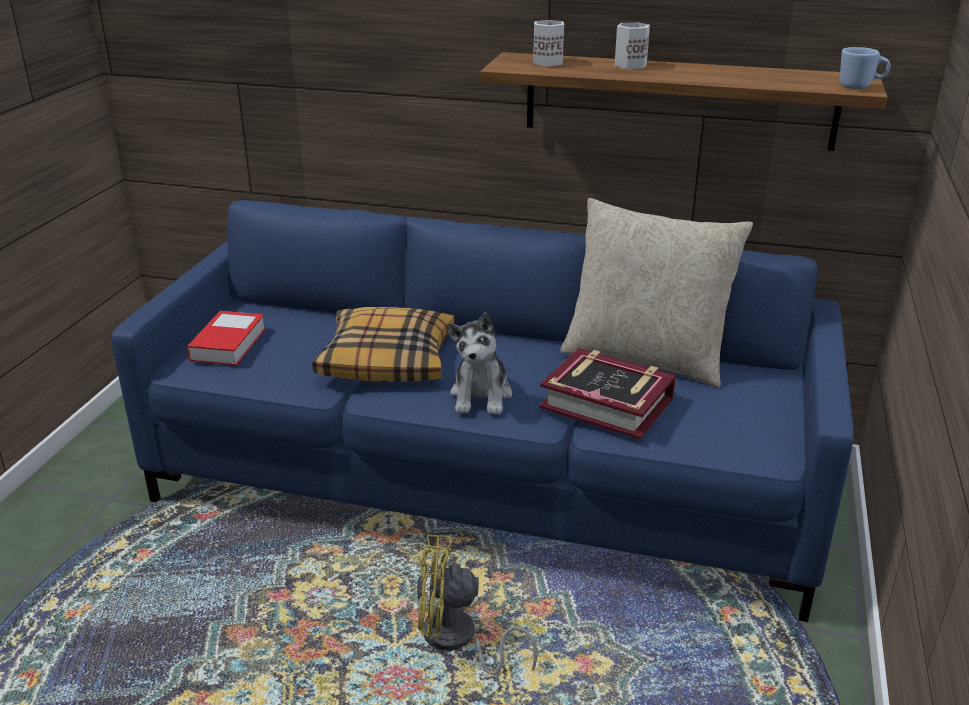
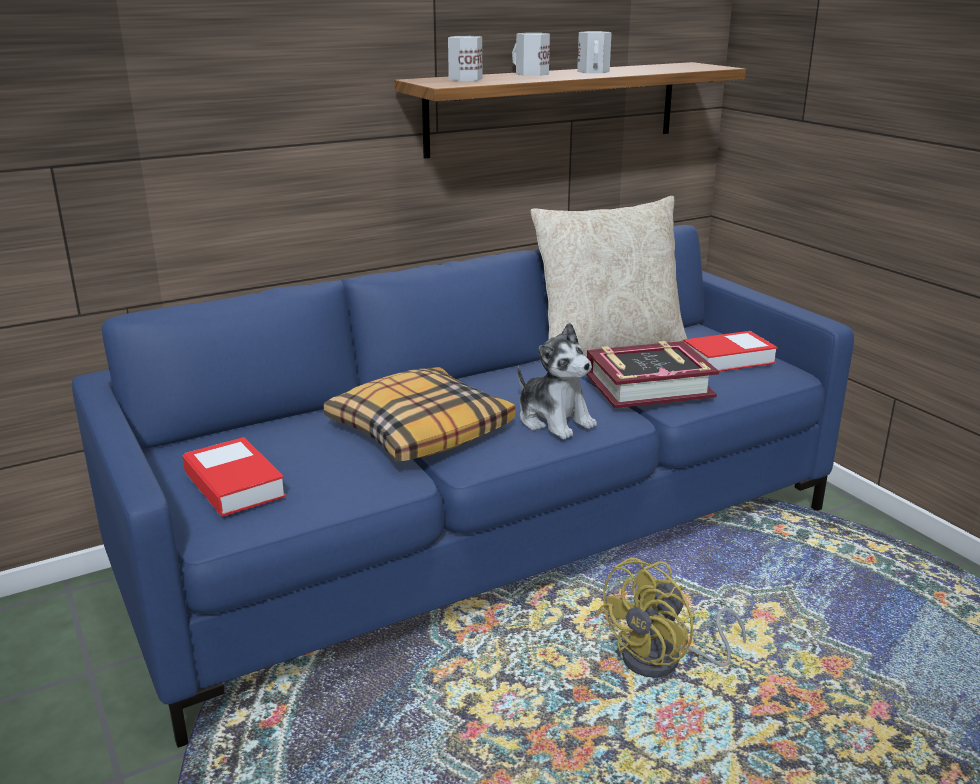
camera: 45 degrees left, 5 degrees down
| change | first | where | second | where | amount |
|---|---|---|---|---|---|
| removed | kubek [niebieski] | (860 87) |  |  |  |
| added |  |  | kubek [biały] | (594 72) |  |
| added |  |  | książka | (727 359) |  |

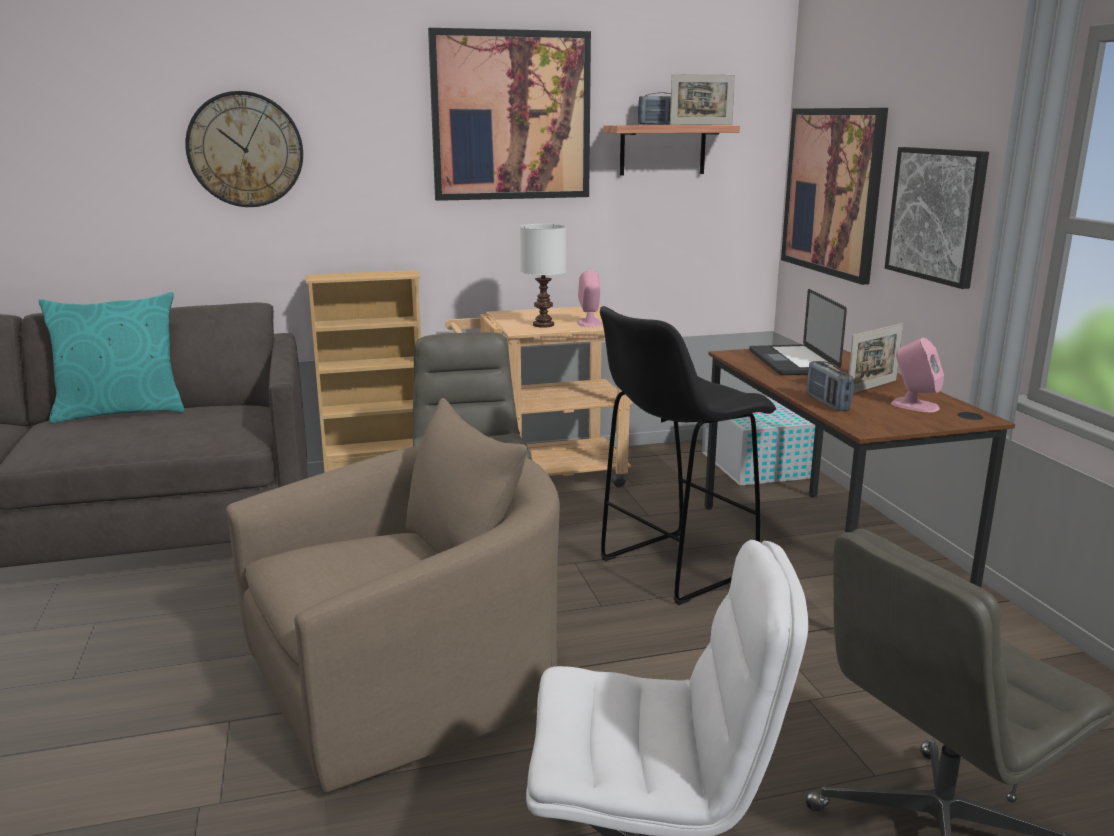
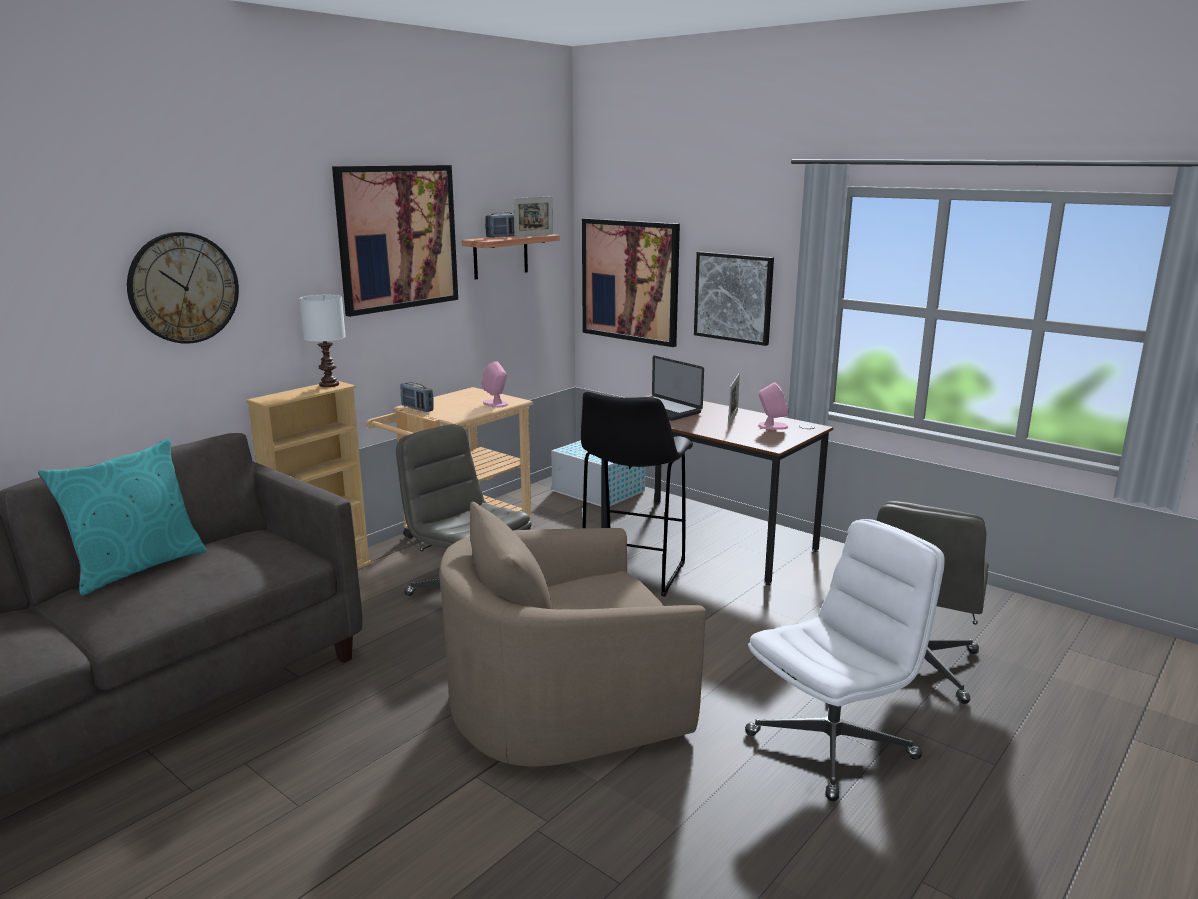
camera: 35 degrees left, 0 degrees up
| change | first | where | second | where | amount |
|---|---|---|---|---|---|
| moved | lampa stołowa [biały] | (544 325) |  | (330 385) |  |
| moved | radio | (827 403) |  | (417 408) |  |
| turned | fotel [beżowy] | (409 682) |  | (564 703) | 135 degrees counterclockwise |

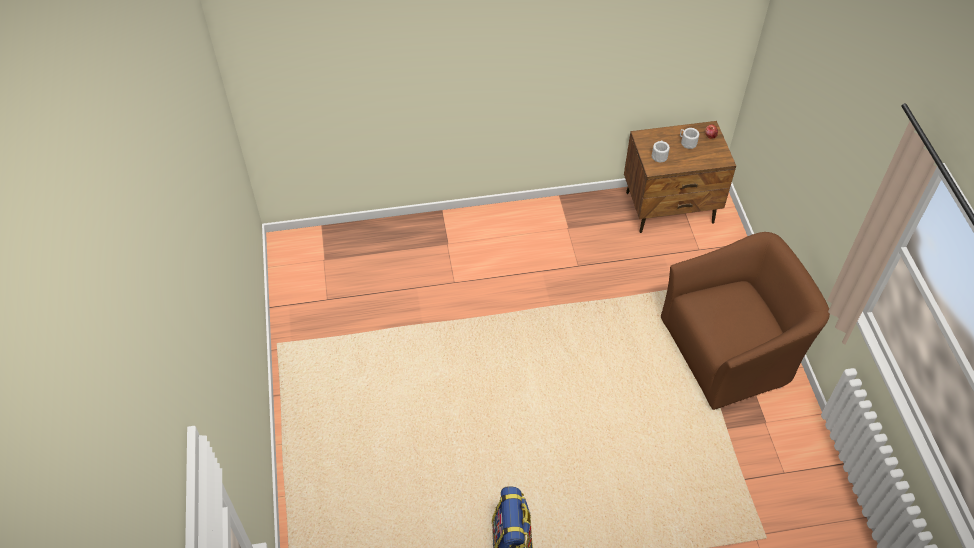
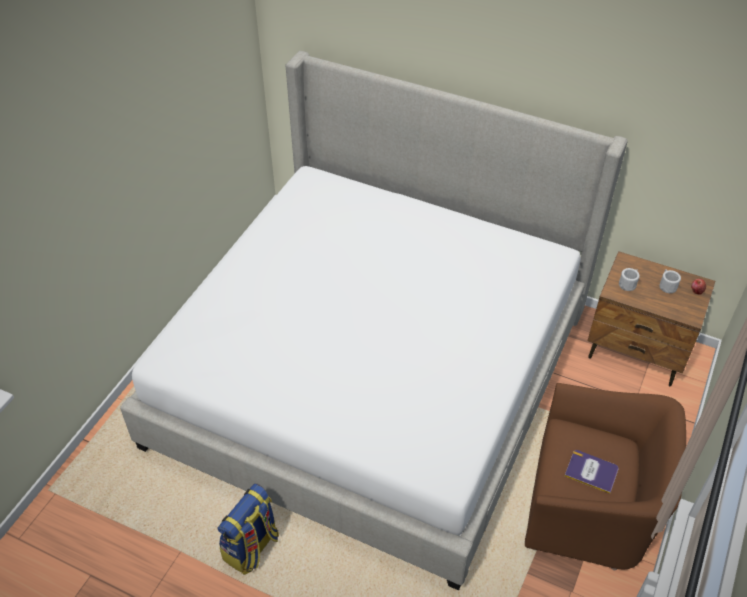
camera: 35 degrees right, 5 degrees down
| change | first | where | second | where | amount |
|---|---|---|---|---|---|
| added |  |  | łóżko | (373 374) |  |
| added |  |  | książka | (591 471) |  |

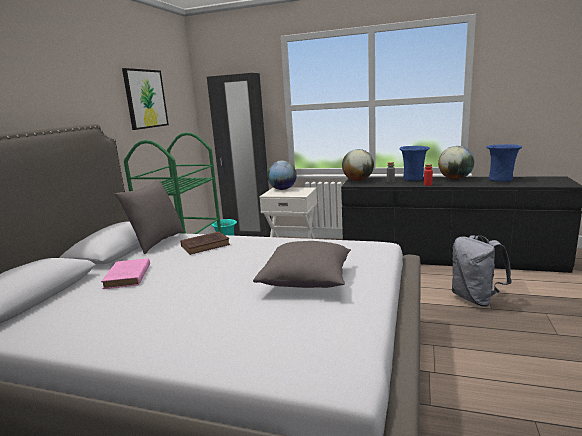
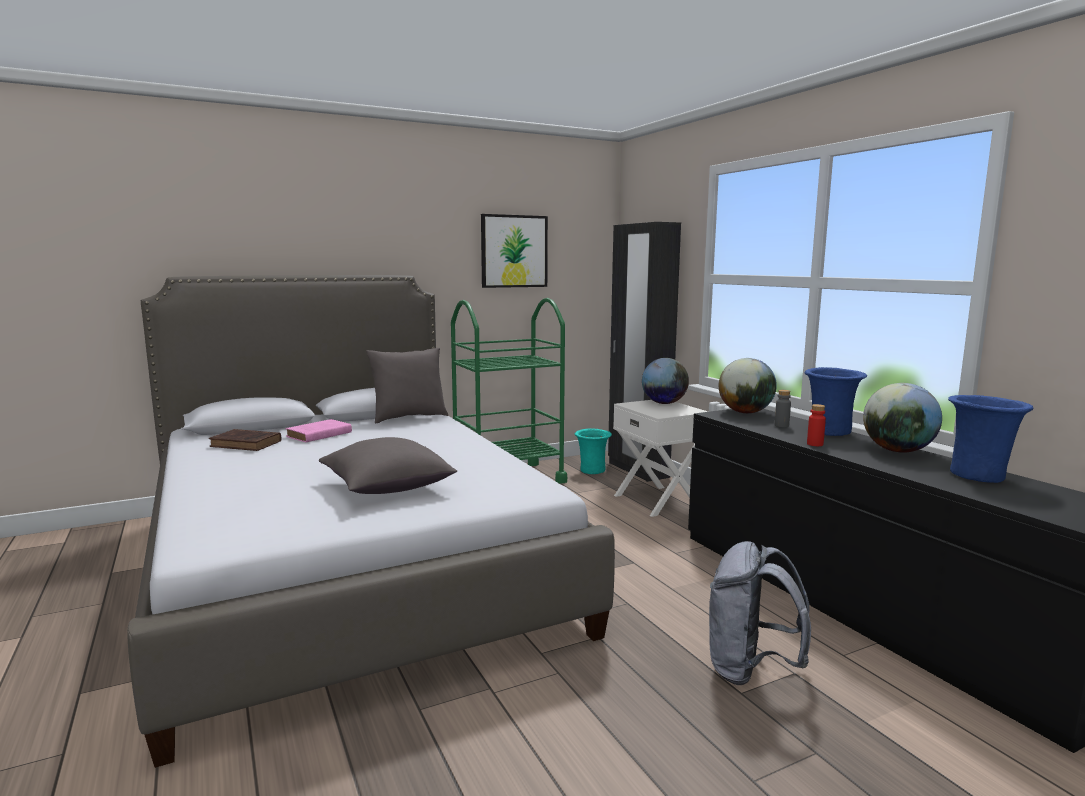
camera: 45 degrees right, 5 degrees down
| change | first | where | second | where | amount |
|---|---|---|---|---|---|
| moved | książka [brązowy] | (206 245) |  | (247 444) |  |

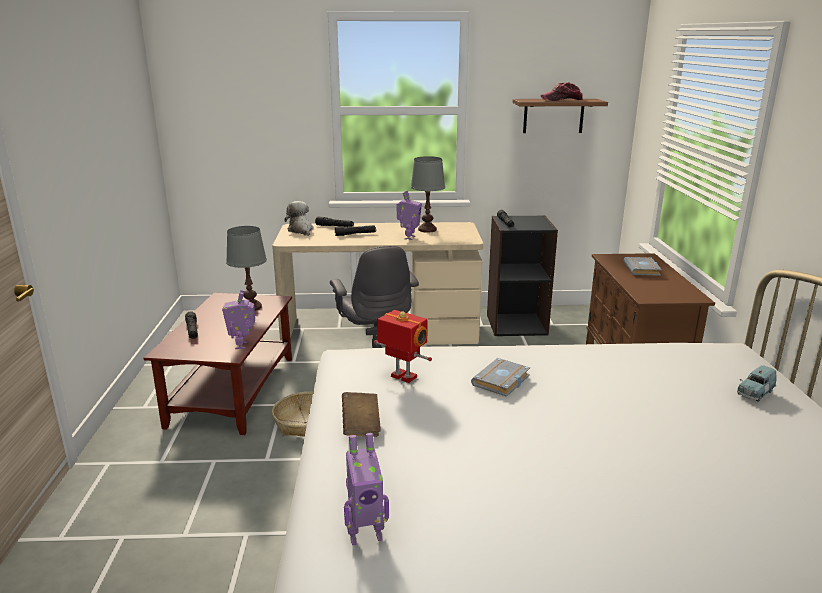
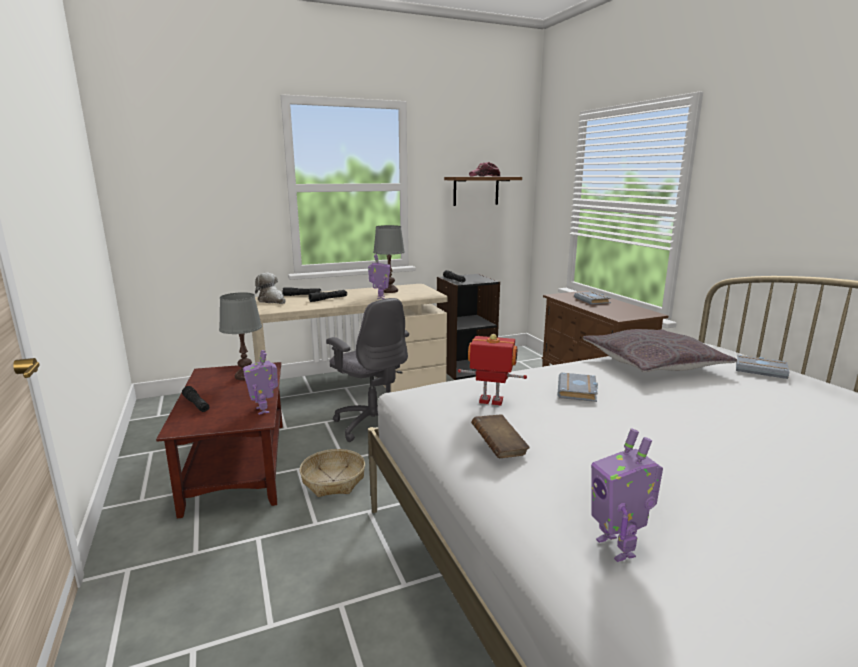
camera: 20 degrees left, 5 degrees down
| change | first | where | second | where | amount |
|---|---|---|---|---|---|
| added |  |  | poduszka [szary] | (652 363) |  |
| replaced | samochodzik [niebieski] | (754 393) | książka [szary] | (761 370) |  |
| turned | robot zabawkowy | (365 534) |  | (617 547) | 105 degrees clockwise |

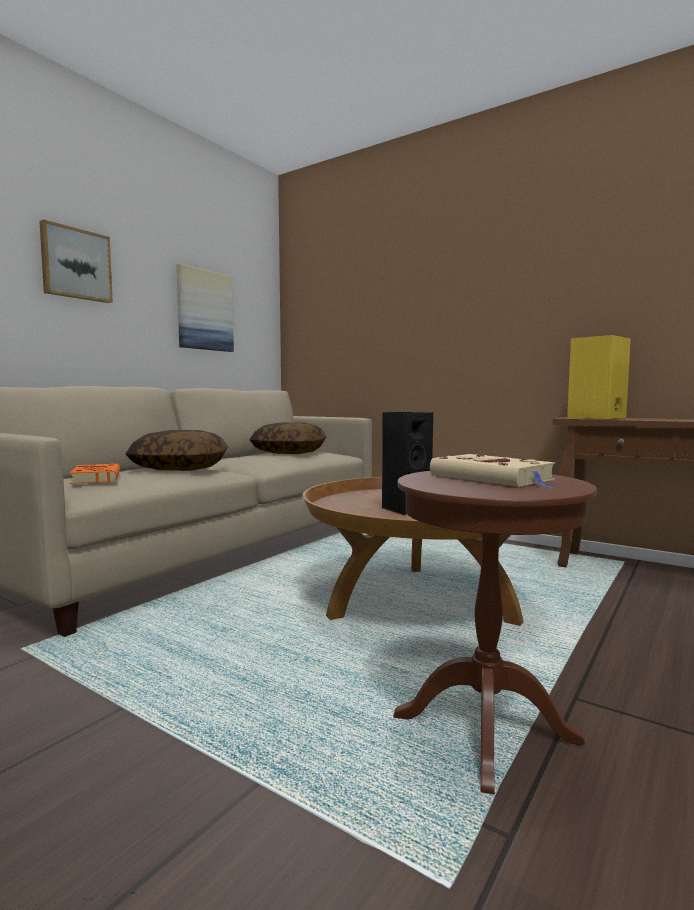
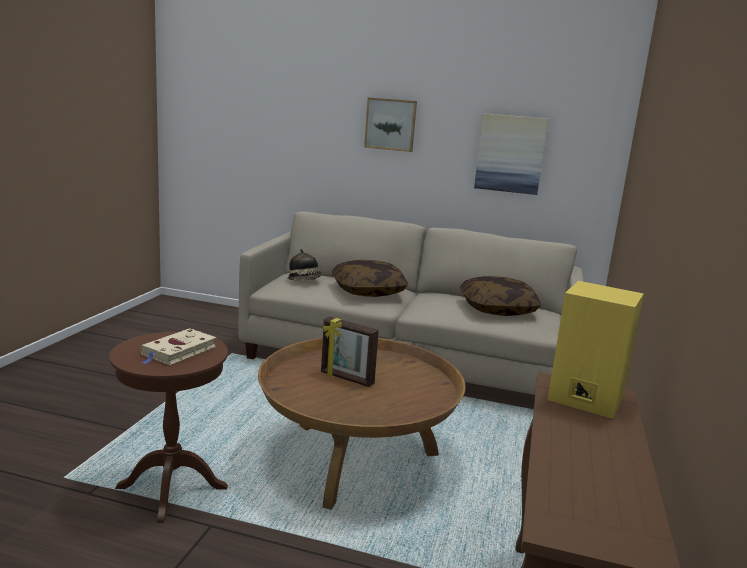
camera: 70 degrees right, 10 degrees up
| change | first | where | second | where | amount |
|---|---|---|---|---|---|
| replaced | książka [pomarańczowy] | (96 478) | kapelusz | (305 280) |  |
| replaced | głośnik [czarny] | (404 509) | ramka na zdjęcie | (346 379) |  |

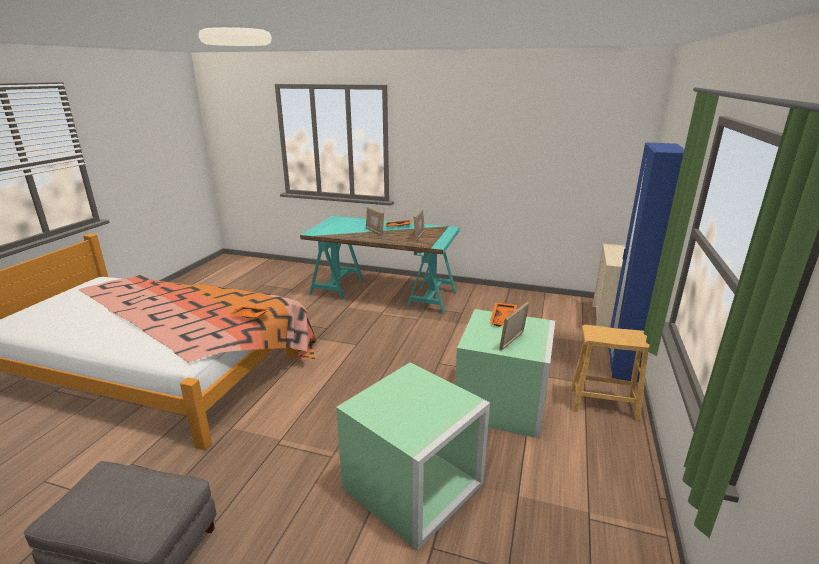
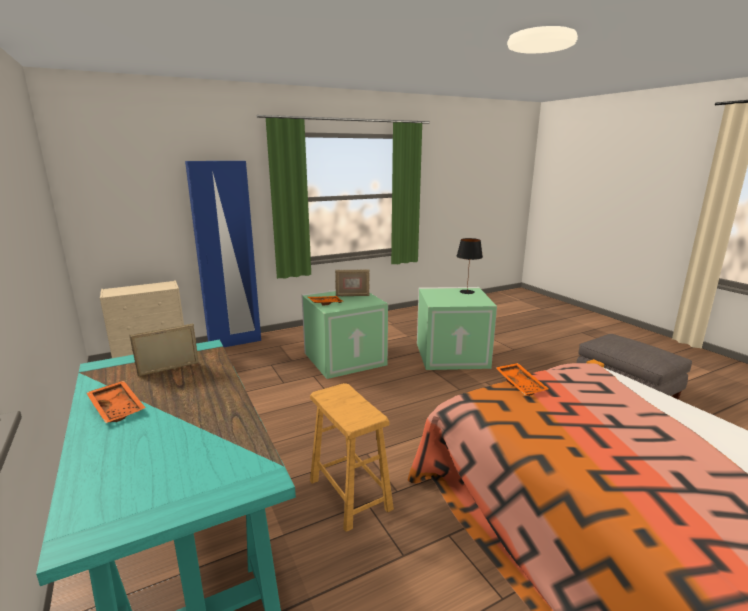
camera: 135 degrees left, 5 degrees down
| change | first | where | second | where | amount |
|---|---|---|---|---|---|
| removed | ramka na zdjęcie | (374 232) |  |  |  |
| added |  |  | lampa stołowa [czarny] | (467 292) |  |
| moved | stołek [brązowy] | (603 403) |  | (350 494) |  |

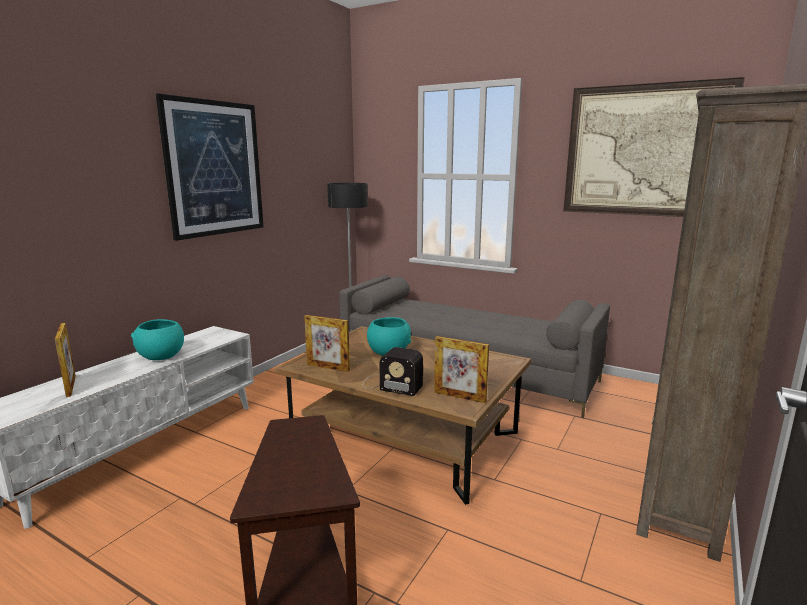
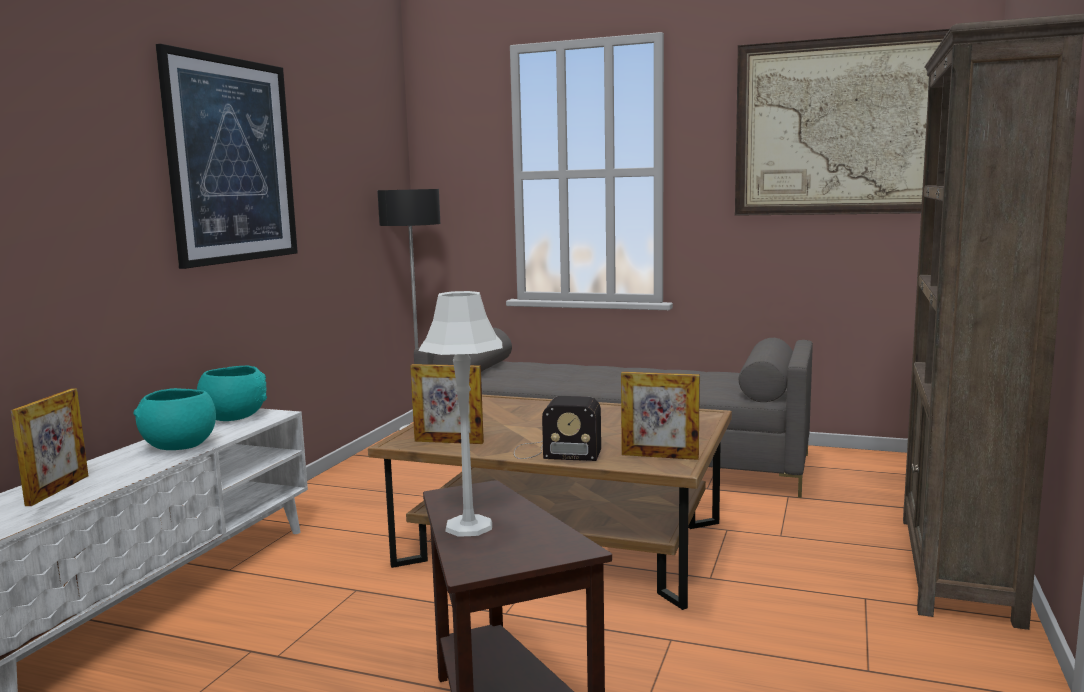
camera: 10 degrees left, 5 degrees down
| change | first | where | second | where | amount |
|---|---|---|---|---|---|
| added |  |  | lampa stołowa [biały] | (468 526) |  |
| moved | miska [turkusowy] | (388 352) |  | (234 417) |  |
| turned | ramka na zdjęcie | (71 386) |  | (58 490) | 45 degrees clockwise |

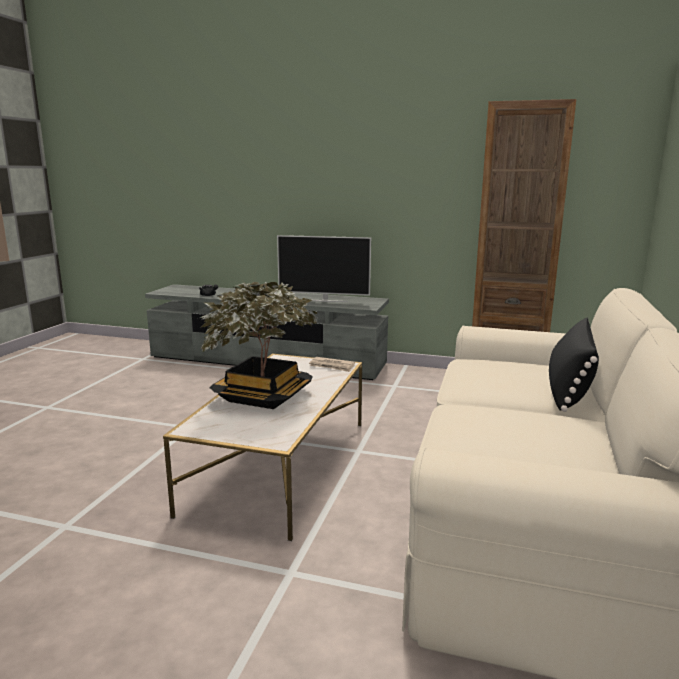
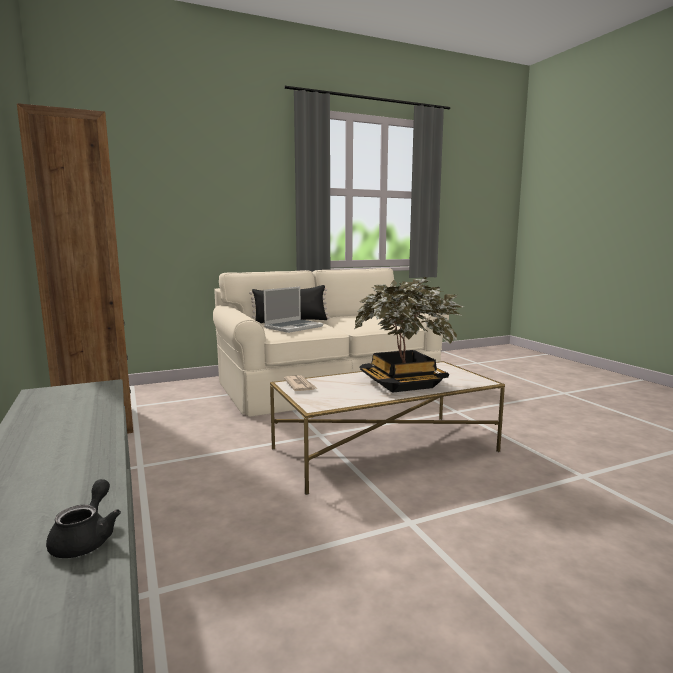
camera: 130 degrees left, 5 degrees down
| change | first | where | second | where | amount |
|---|---|---|---|---|---|
| removed | telewizor | (324 300) |  |  |  |
| added |  |  | laptop | (293 327) |  |

